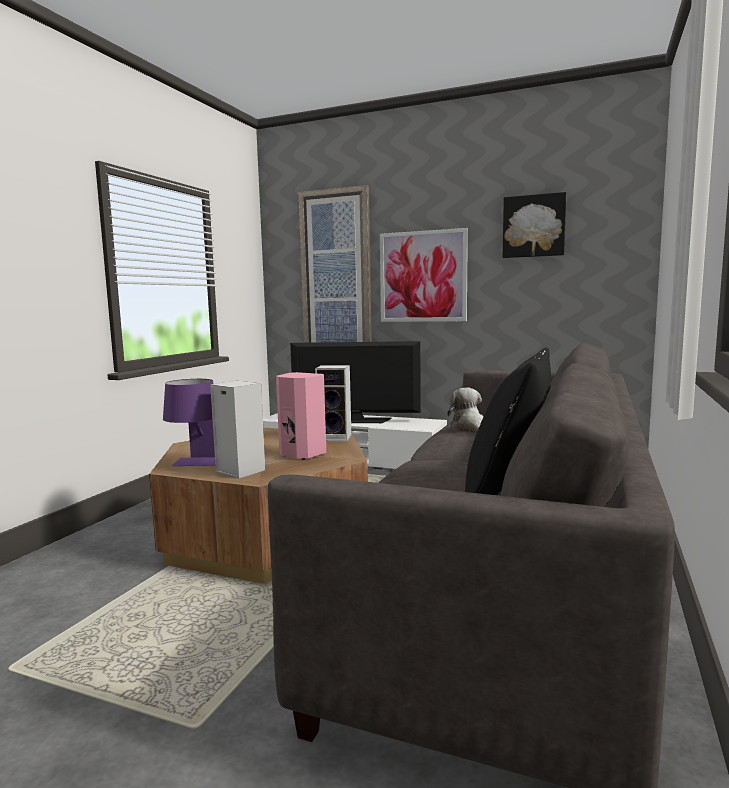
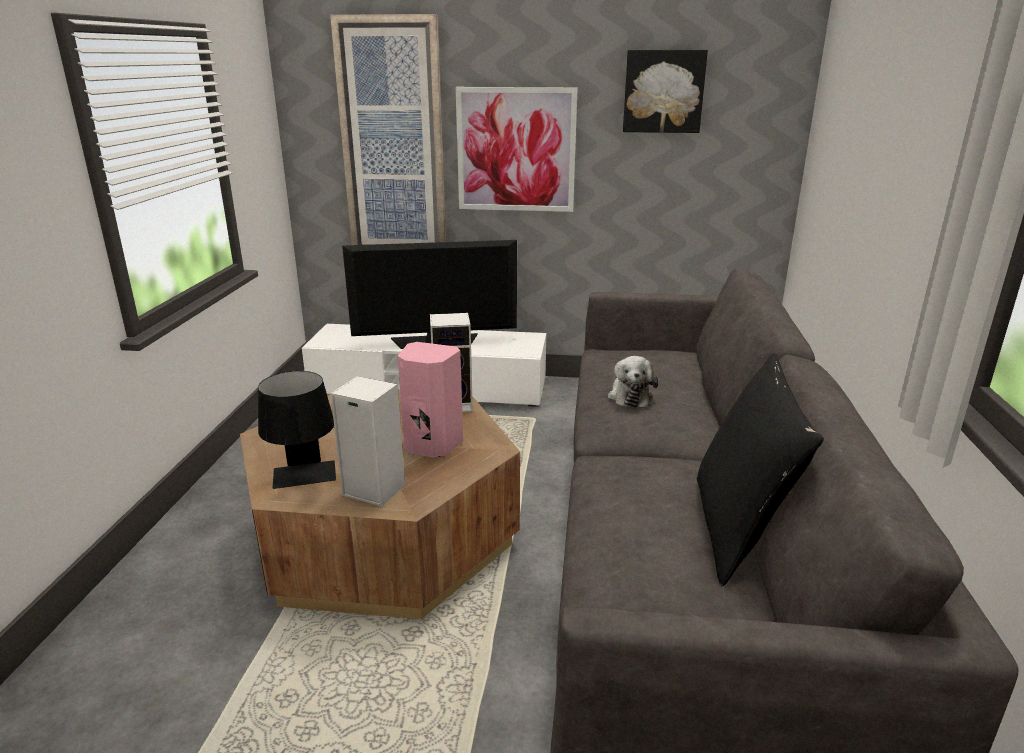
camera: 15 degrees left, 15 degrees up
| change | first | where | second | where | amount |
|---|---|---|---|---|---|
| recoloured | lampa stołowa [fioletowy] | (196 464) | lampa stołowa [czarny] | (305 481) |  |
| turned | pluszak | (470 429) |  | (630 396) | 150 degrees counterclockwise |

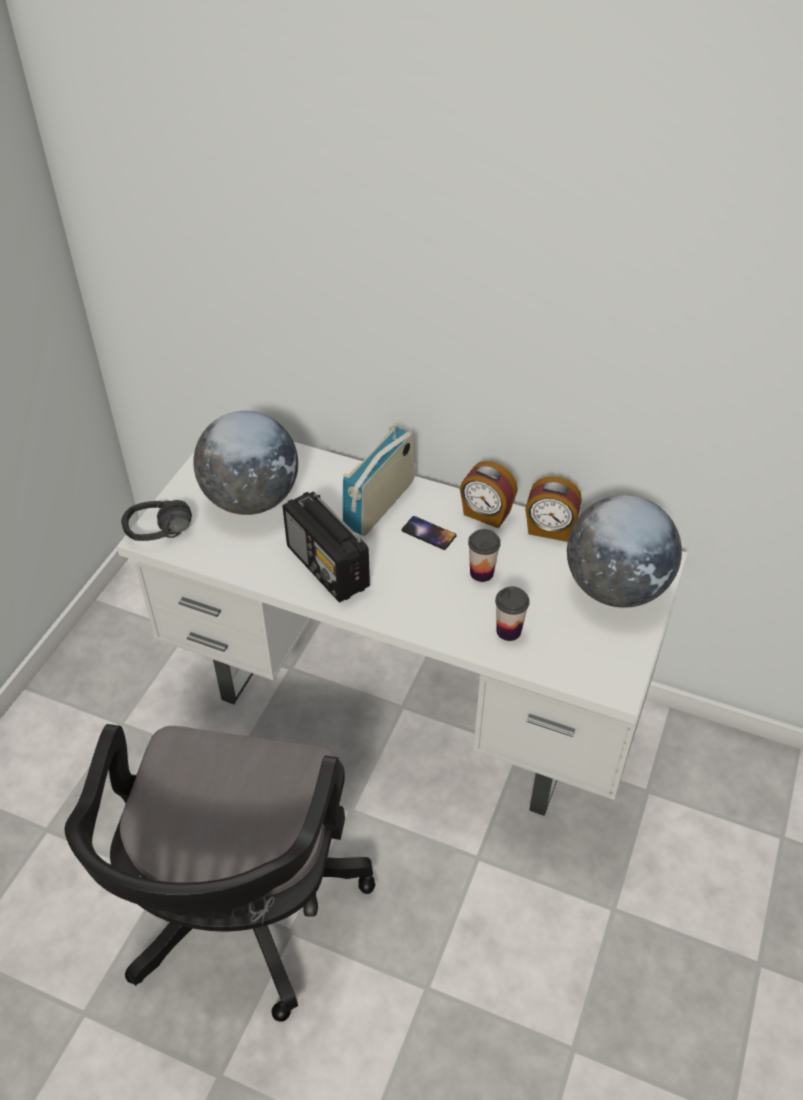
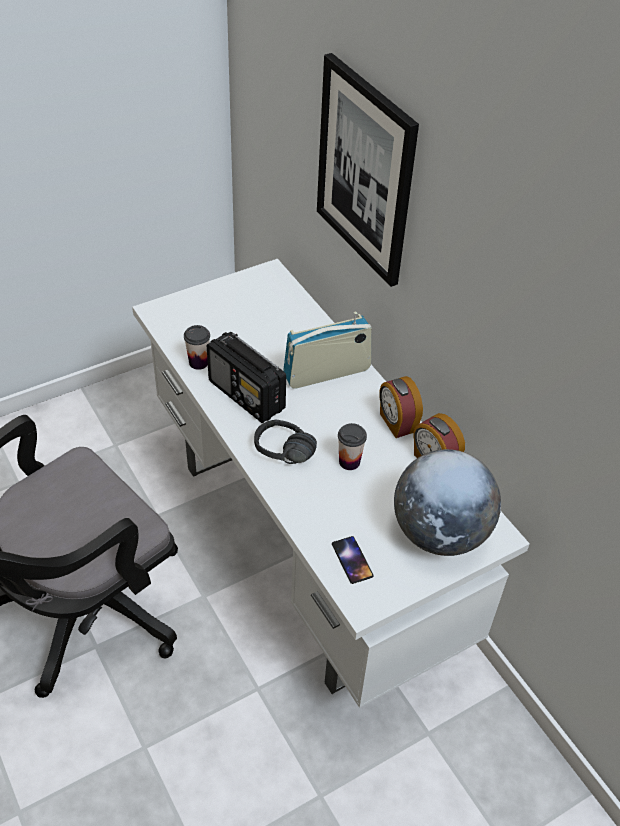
camera: 35 degrees right, 0 degrees up
| change | first | where | second | where | amount |
|---|---|---|---|---|---|
| removed | globus | (251 499) |  |  |  |
| added |  |  | obraz | (365 171) |  |
| moved | słuchawki [czarny] | (160 537) |  | (281 457) |  |
| moved | telefon | (428 533) |  | (352 560) |  |
| moved | filiżanka | (508 631) |  | (198 362) |  |
| turned | radio | (328 568) |  | (247 396) | 45 degrees counterclockwise |

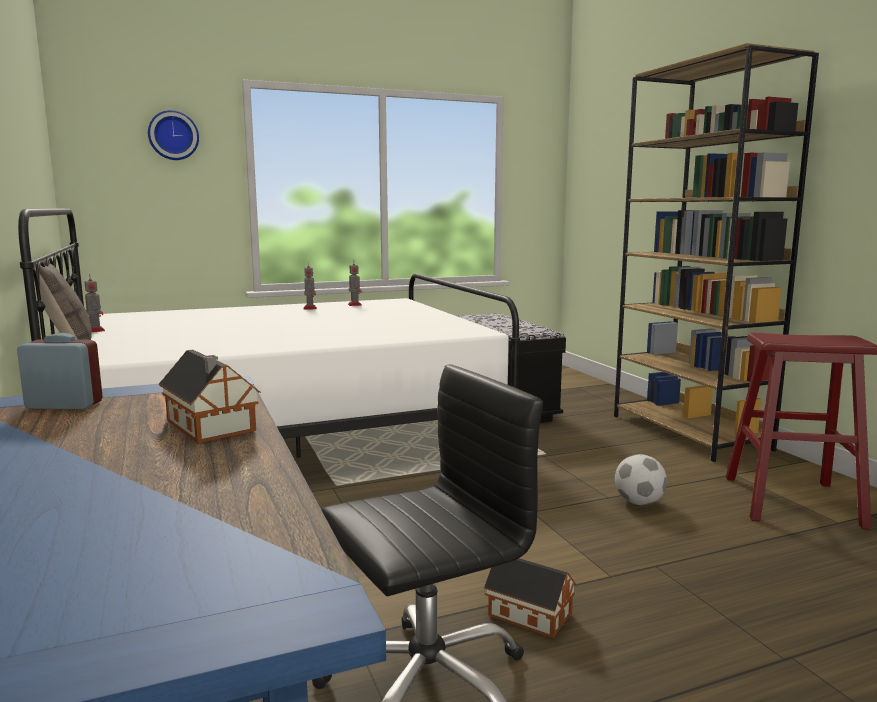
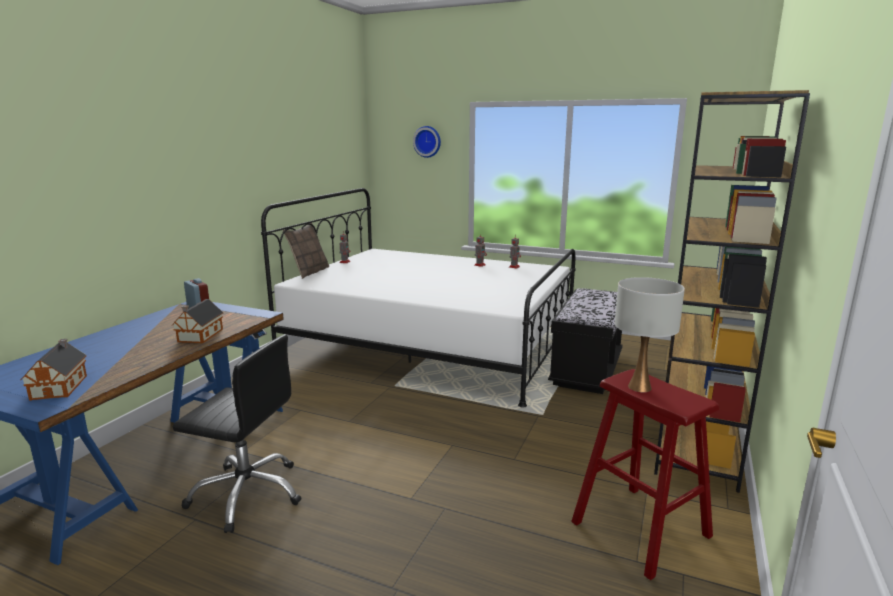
camera: 45 degrees right, 5 degrees up
| change | first | where | second | where | amount |
|---|---|---|---|---|---|
| removed | piłka futbolowa | (639 502) |  |  |  |
| added |  |  | lampa stołowa [biały] | (639 387) |  |
| moved | domek | (527 613) |  | (61 386) |  |

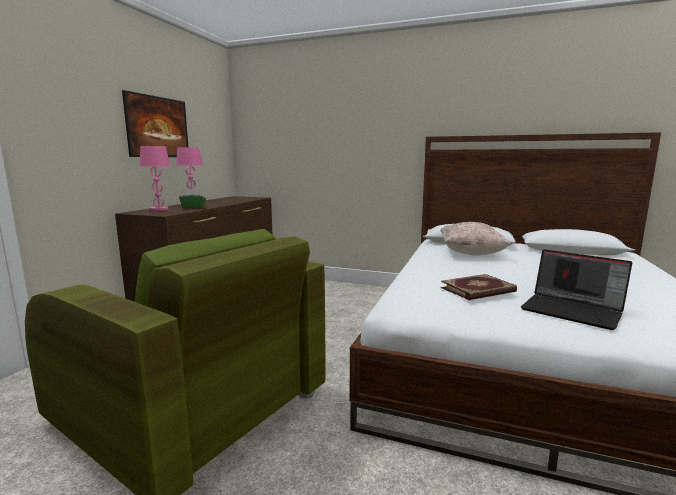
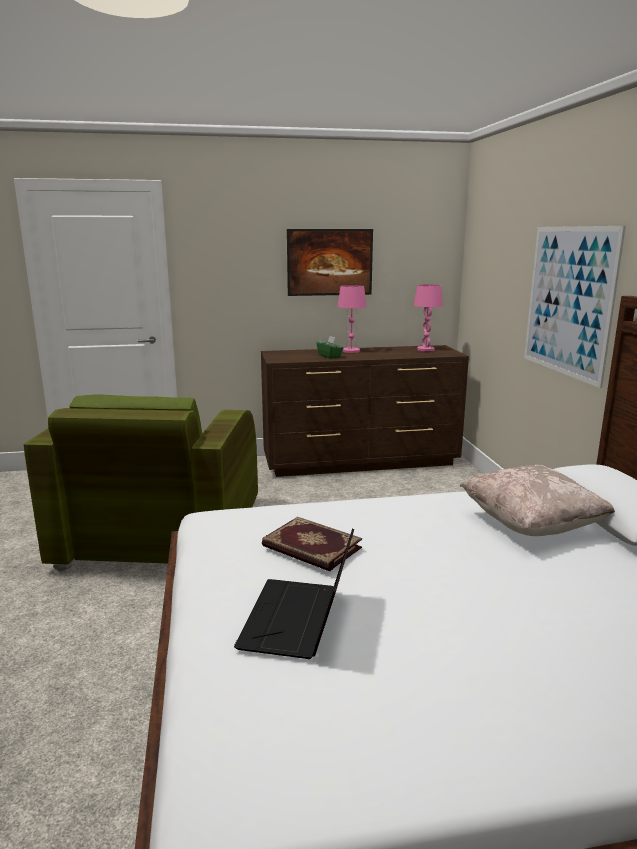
camera: 60 degrees right, 5 degrees up
| change | first | where | second | where | amount |
|---|---|---|---|---|---|
| added |  |  | obraz | (568 301) |  |
| moved | lampa stołowa [różowy] | (159 209) |  | (425 349) |  |

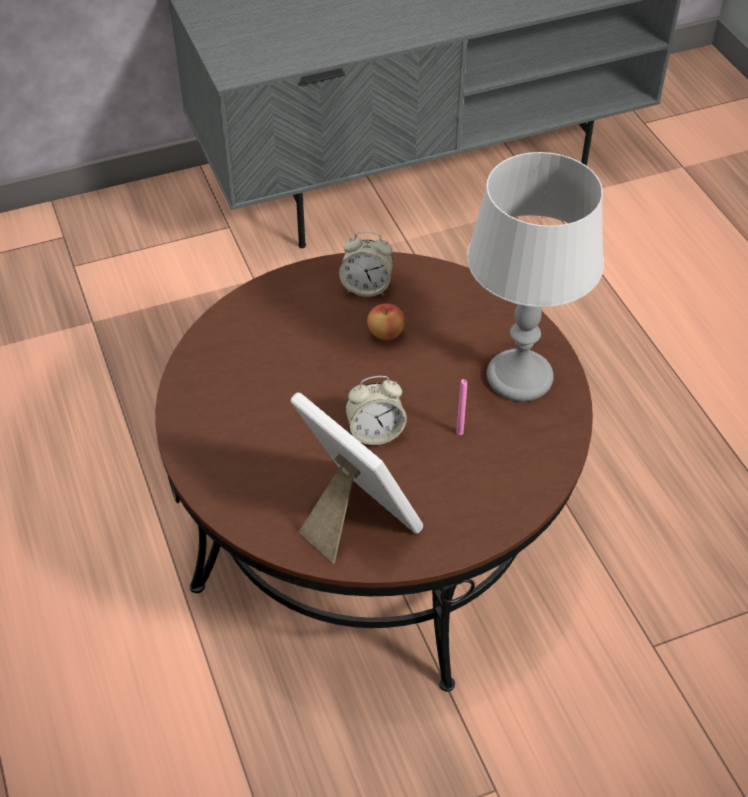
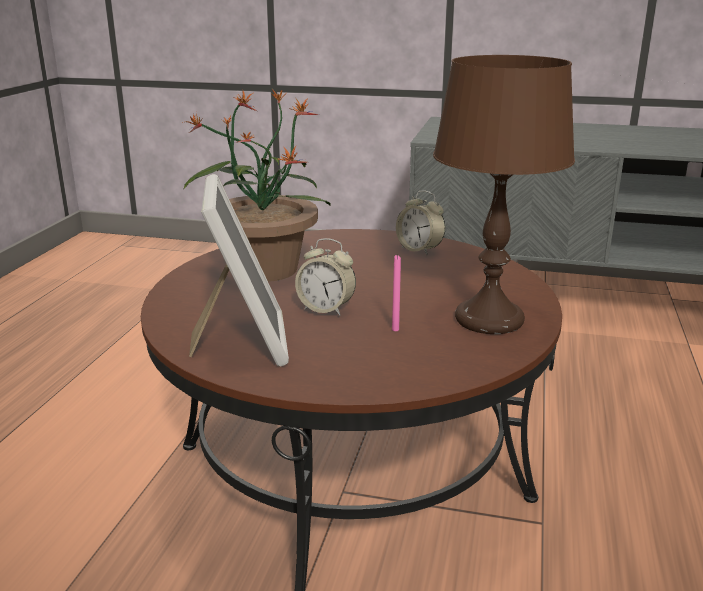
camera: 35 degrees right, 25 degrees down
| change | first | where | second | where | amount |
|---|---|---|---|---|---|
| removed | jabłko | (386 333) |  |  |  |
| added |  |  | roślina doniczkowa | (264 268) |  |
| recoloured | lampa stołowa [szary] | (519 377) | lampa stołowa [brązowy] | (489 319) |  |

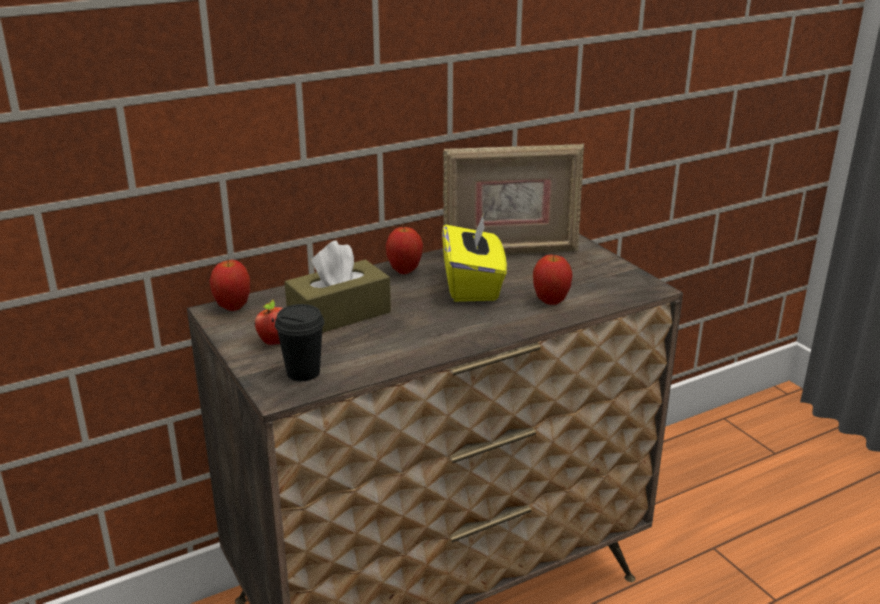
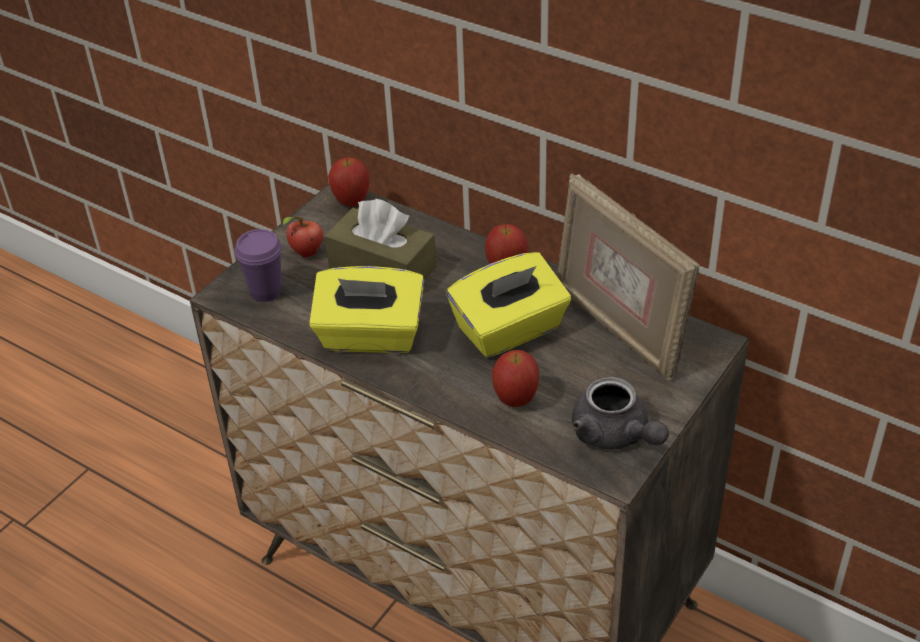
camera: 65 degrees right, 15 degrees up
| change | first | where | second | where | amount |
|---|---|---|---|---|---|
| added |  |  | pudełko chusteczek [żółty] | (370 336) |  |
| added |  |  | imbryk [szary] | (615 435) |  |
| recoloured | filiżanka [czarny] | (303 373) | filiżanka [fioletowy] | (265 291) |  |

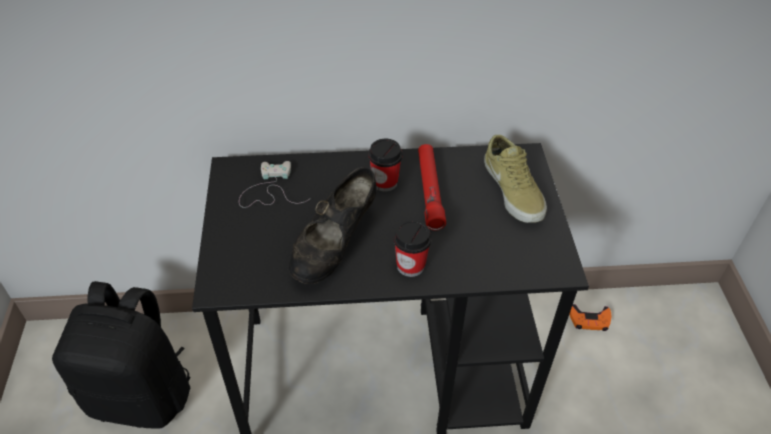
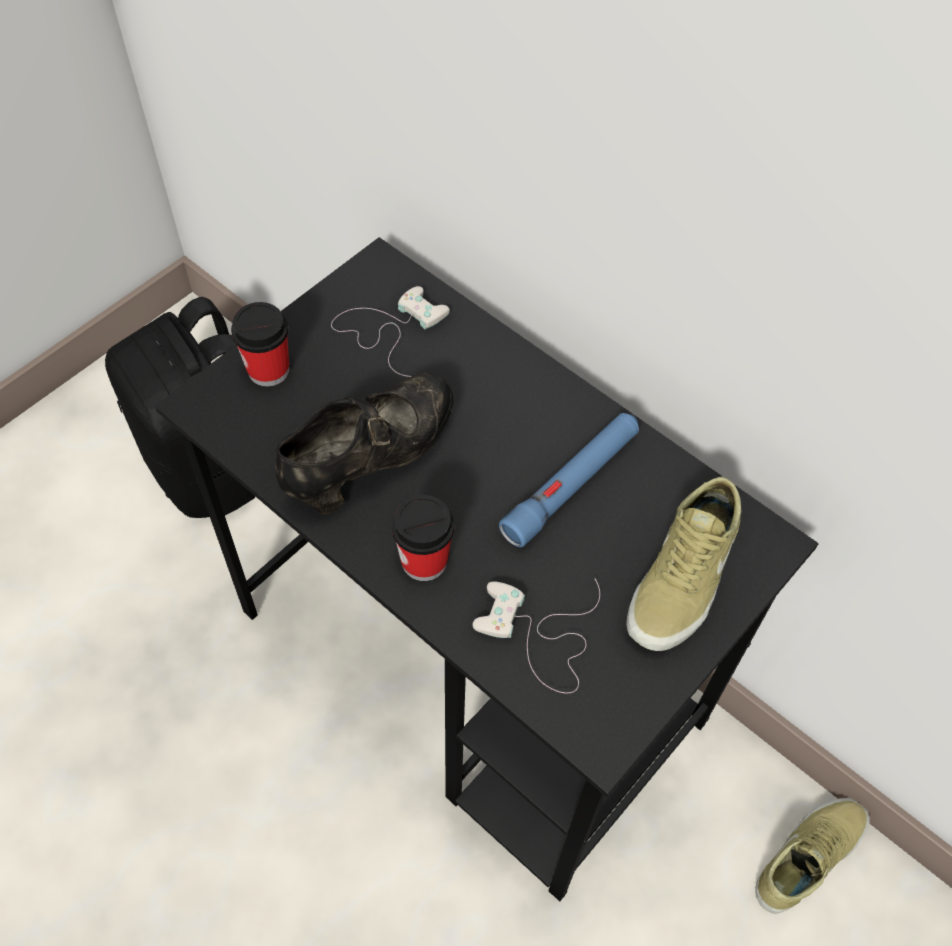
camera: 45 degrees right, 10 degrees up
| change | first | where | second | where | amount |
|---|---|---|---|---|---|
| added |  |  | pad do gier [biały] | (540 635) |  |
| moved | filiżanka | (385 182) |  | (268 370) |  |
| replaced | pad do gier [pomarańczowy] | (589 320) | but [beżowy] | (807 854) |  |
| recoloured | latarka [czerwony] | (429 190) | latarka [niebieski] | (571 484) |  |
| turned | but [czarny] | (334 246) |  | (372 460) | 150 degrees clockwise |

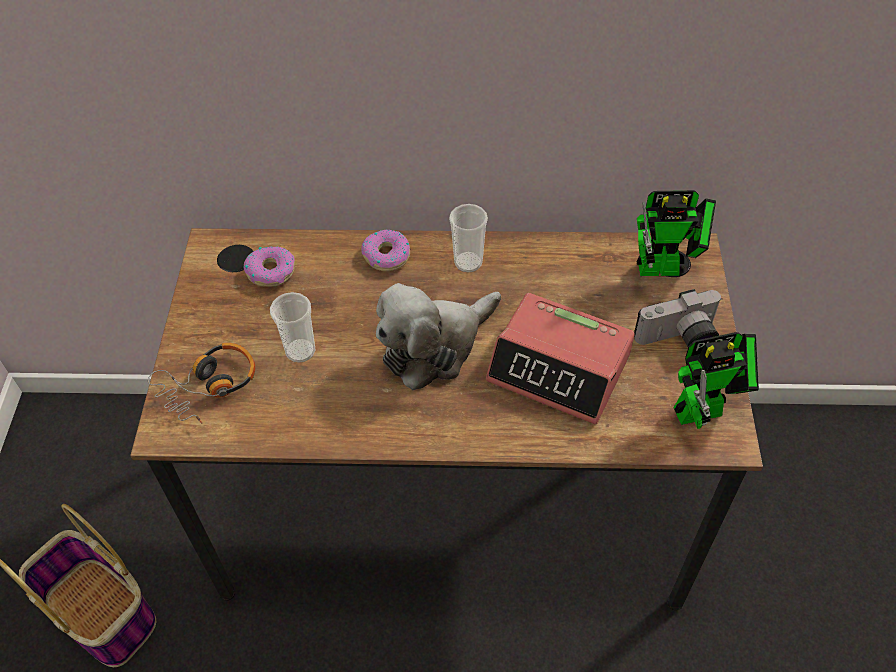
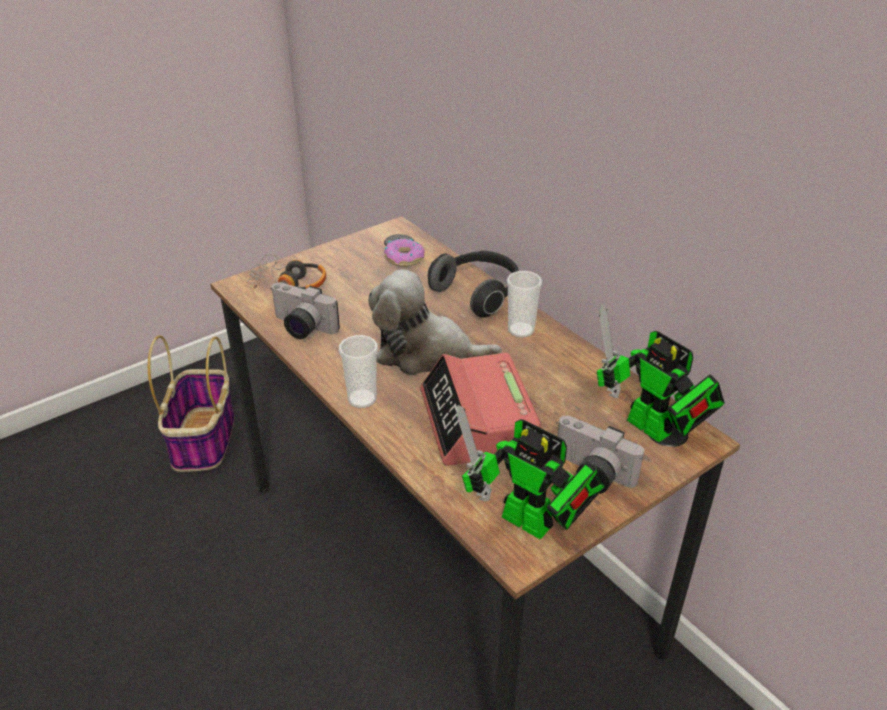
camera: 50 degrees right, 15 degrees down
| change | first | where | second | where | amount |
|---|---|---|---|---|---|
| added |  |  | aparat fotograficzny | (301 328) |  |
| moved | filiżanka | (300 351) |  | (362 399) |  |
| replaced | donut | (386 255) | słuchawki | (478 294) |  |

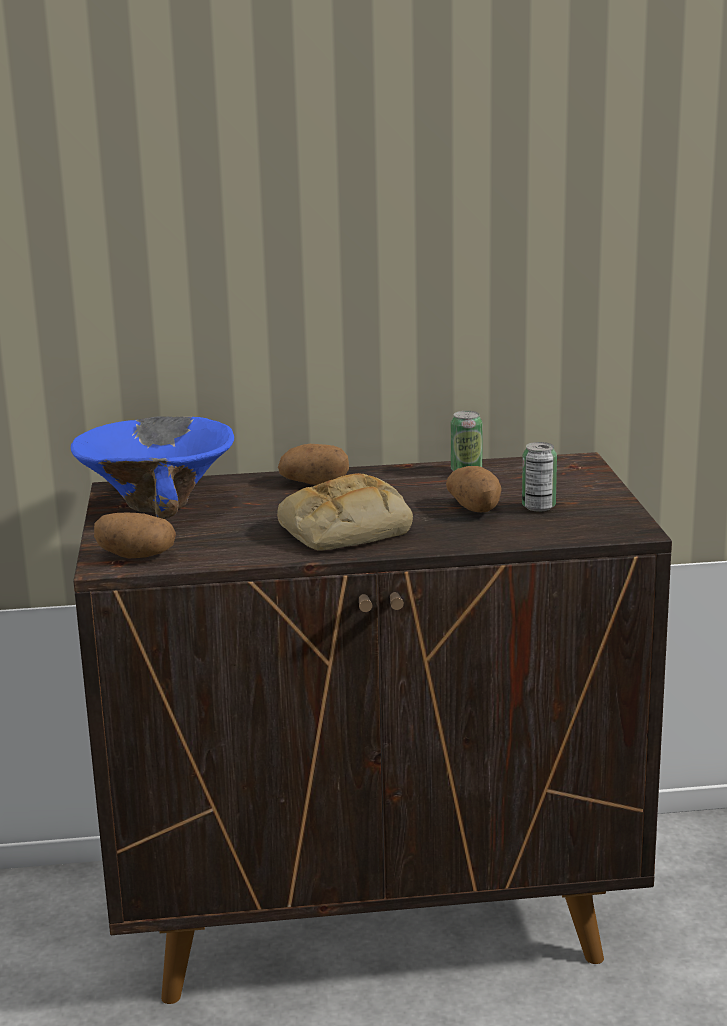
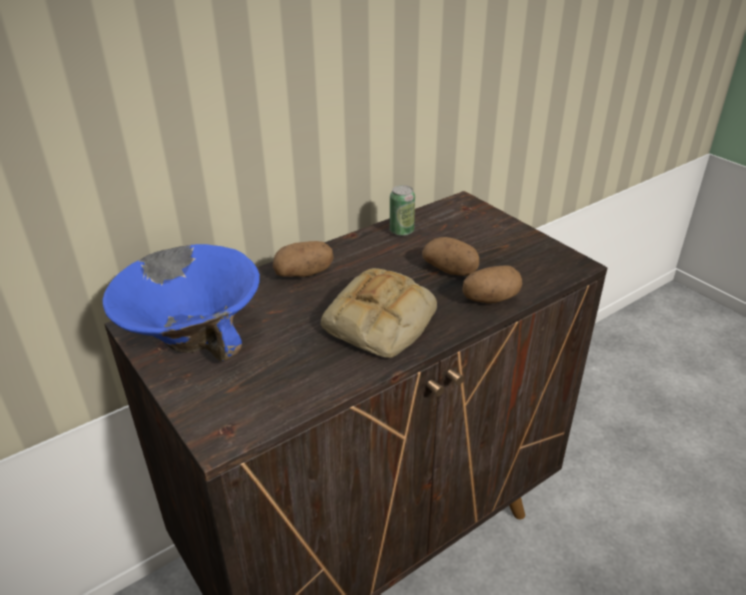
camera: 30 degrees left, 15 degrees up
| change | first | where | second | where | amount |
|---|---|---|---|---|---|
| removed | puszka | (538 507) |  |  |  |
| moved | ziemniak | (135 556) |  | (490 299) |  |

